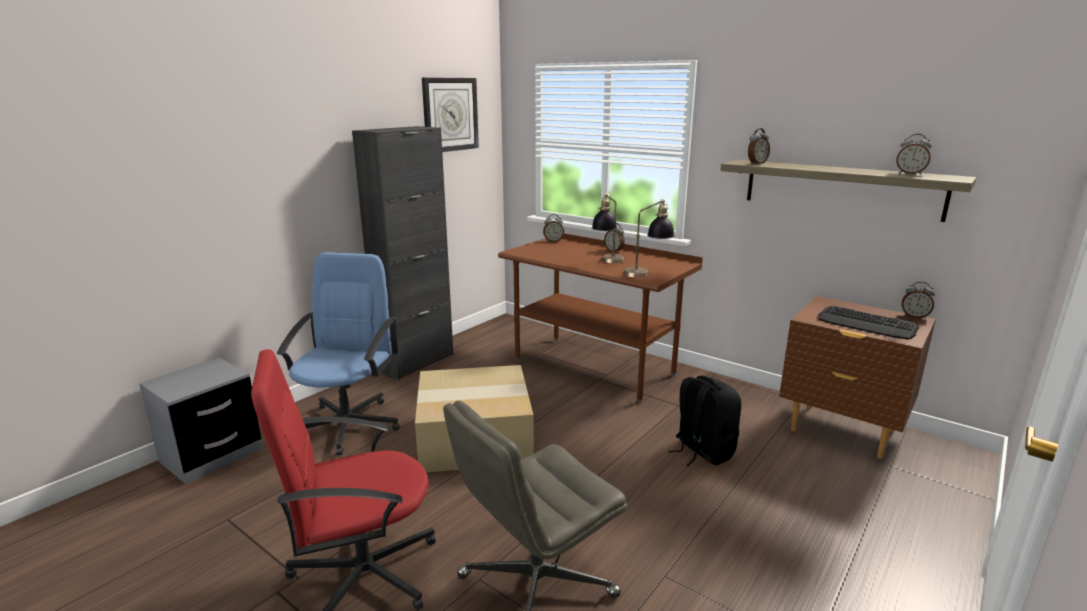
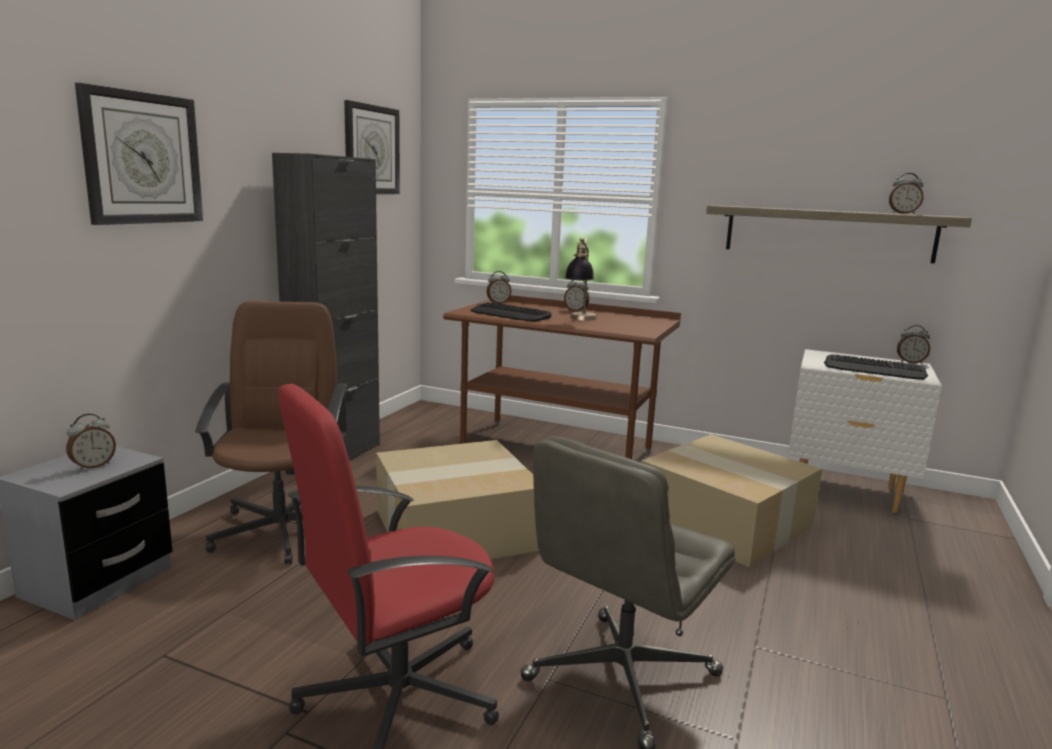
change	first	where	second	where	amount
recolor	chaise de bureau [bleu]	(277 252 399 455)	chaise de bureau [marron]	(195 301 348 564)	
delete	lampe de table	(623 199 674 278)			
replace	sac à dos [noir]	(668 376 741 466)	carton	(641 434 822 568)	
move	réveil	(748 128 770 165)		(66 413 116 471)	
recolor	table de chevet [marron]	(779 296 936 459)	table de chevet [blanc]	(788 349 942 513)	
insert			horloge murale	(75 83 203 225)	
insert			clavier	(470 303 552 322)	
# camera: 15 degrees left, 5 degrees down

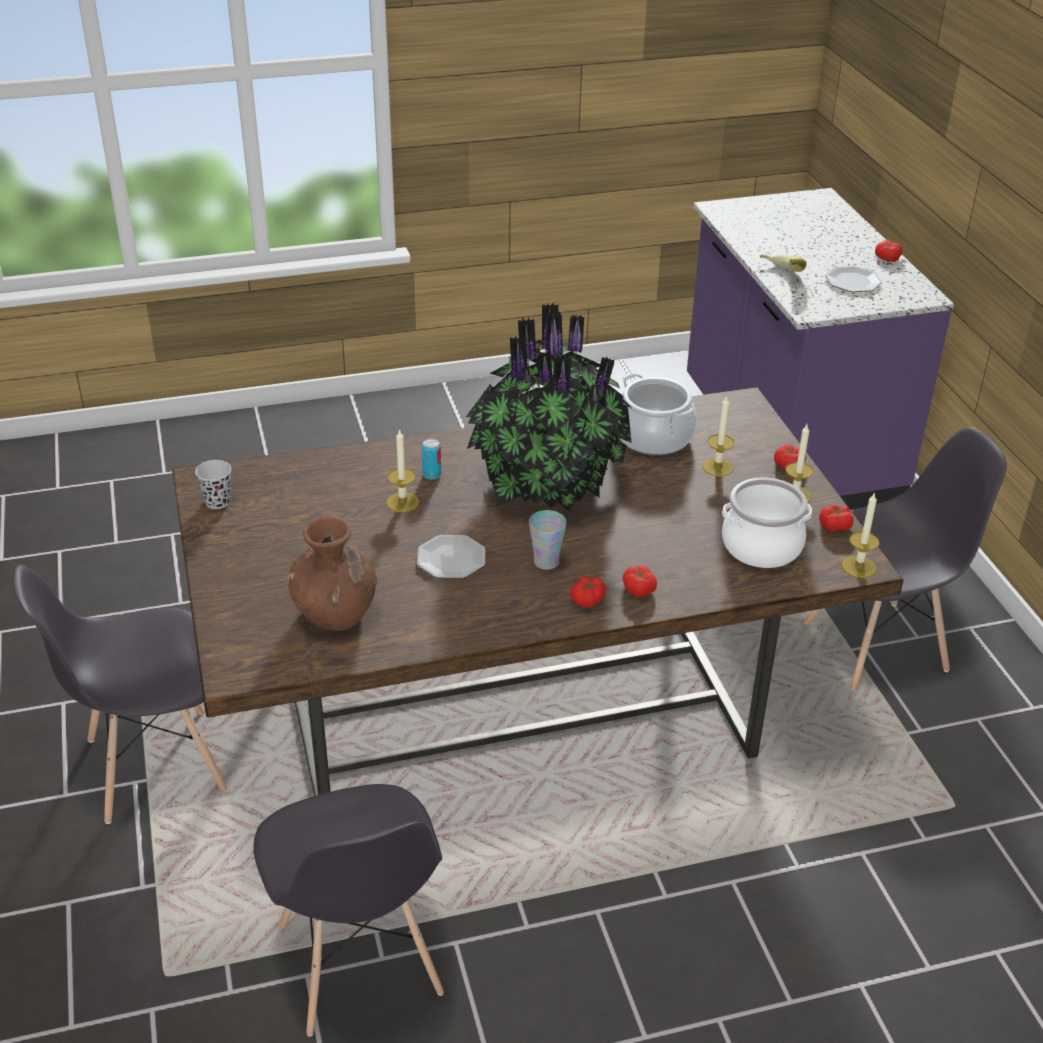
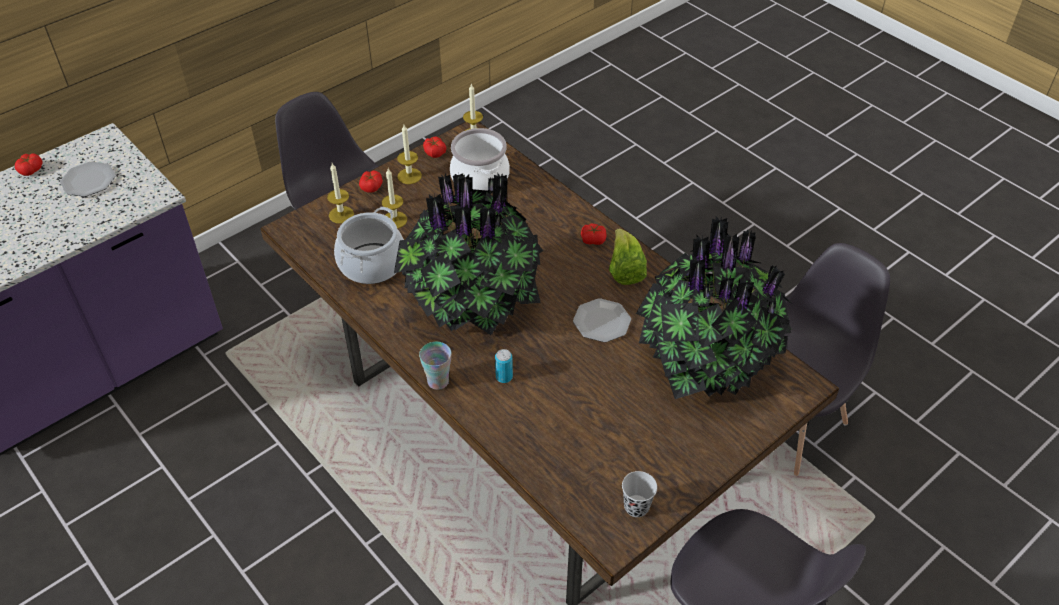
change	first	where	second	where	amount
replace	vase [marron]	(288 515 377 631)	plante en pot	(636 217 792 399)	
move	bougie	(386 429 419 512)		(327 163 354 224)	
move	tasse	(529 510 567 570)		(419 342 451 390)	
delete	tomate	(623 566 657 597)			
delete	banane	(759 254 807 272)			
insert			laitue	(609 229 647 285)	
# camera: 115 degrees left, 10 degrees up

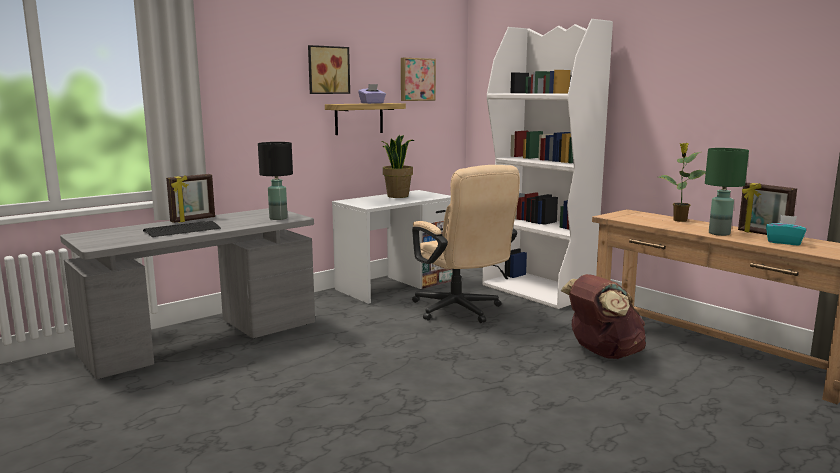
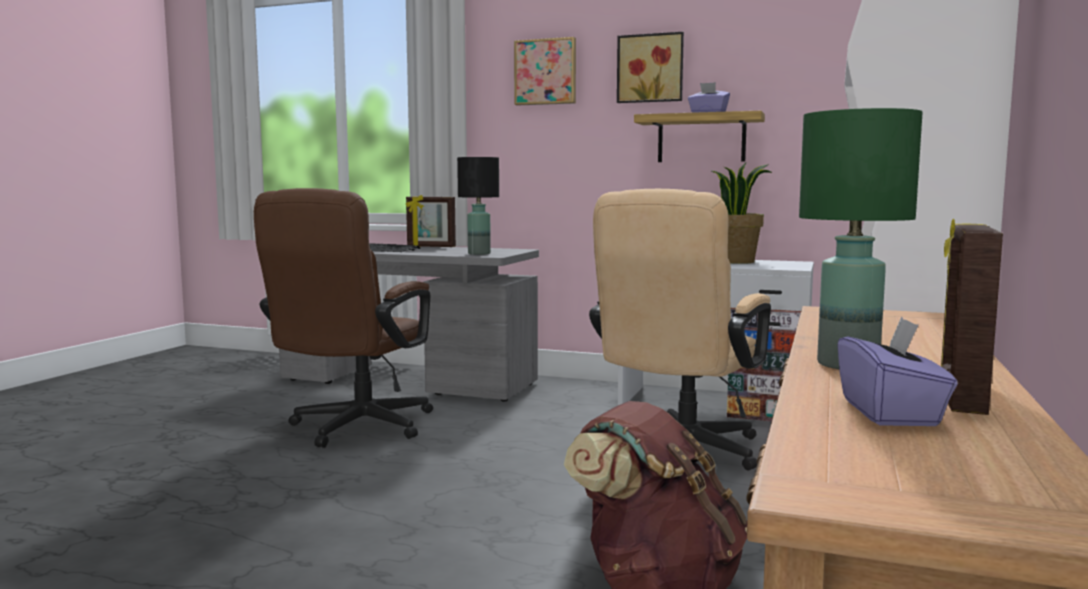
change	first	where	second	where	amount
move	tableau	(401 58 436 101)		(514 37 576 106)	
delete	plante en pot	(658 143 706 222)			
recolor	boîte à mouchoirs [turquoise]	(766 215 806 245)	boîte à mouchoirs [violet]	(837 316 958 426)	
insert			chaise de bureau [marron]	(254 188 433 448)	
# camera: 60 degrees right, 5 degrees down

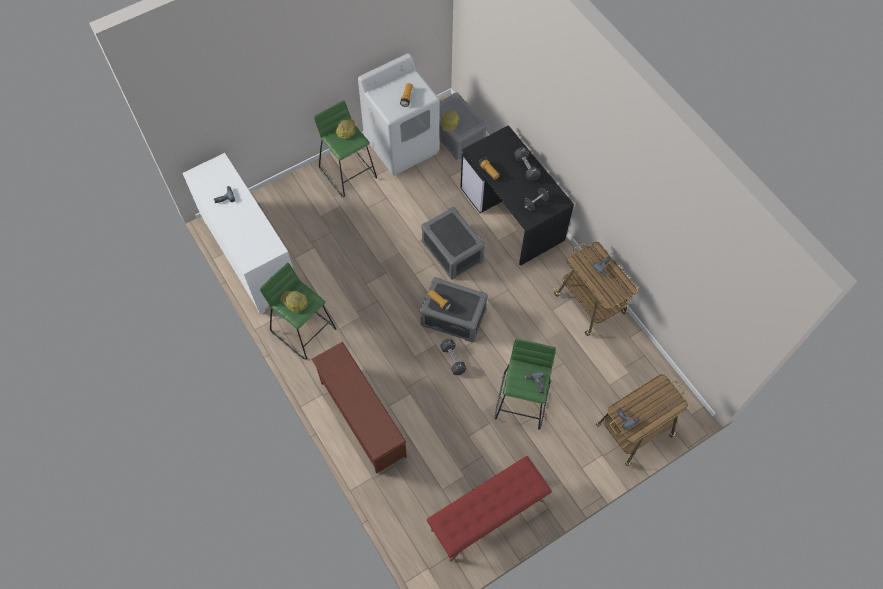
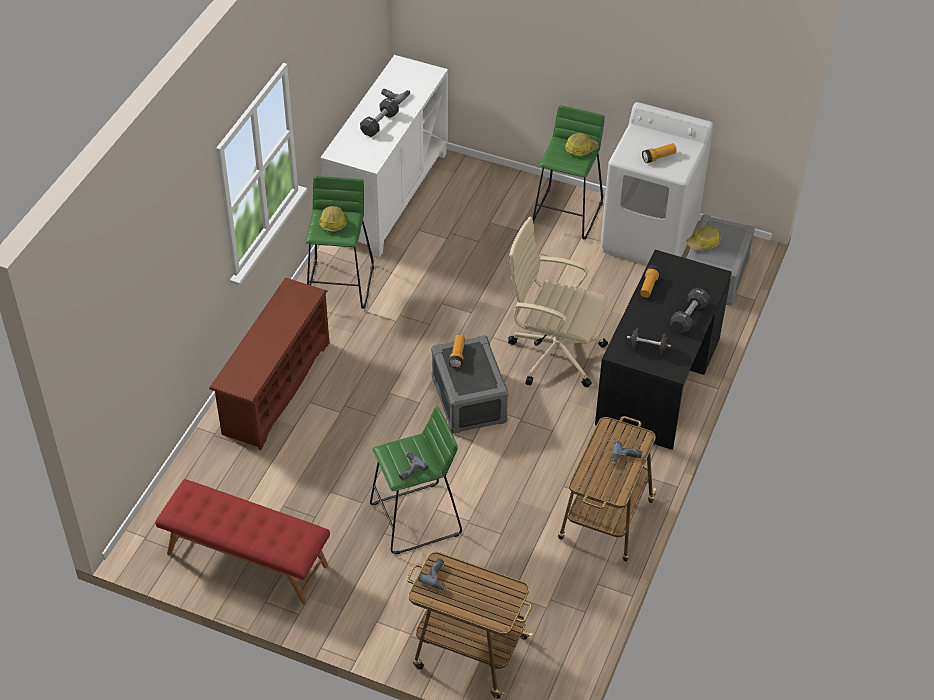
change	first	where	second	where	amount
replace	boîte de rangement [gris]	(421 207 485 280)	chaise de bureau [beige]	(508 217 608 387)	
move	haltère [noir]	(440 339 466 375)		(360 98 399 137)	
# camera: 55 degrees right, 15 degrees down

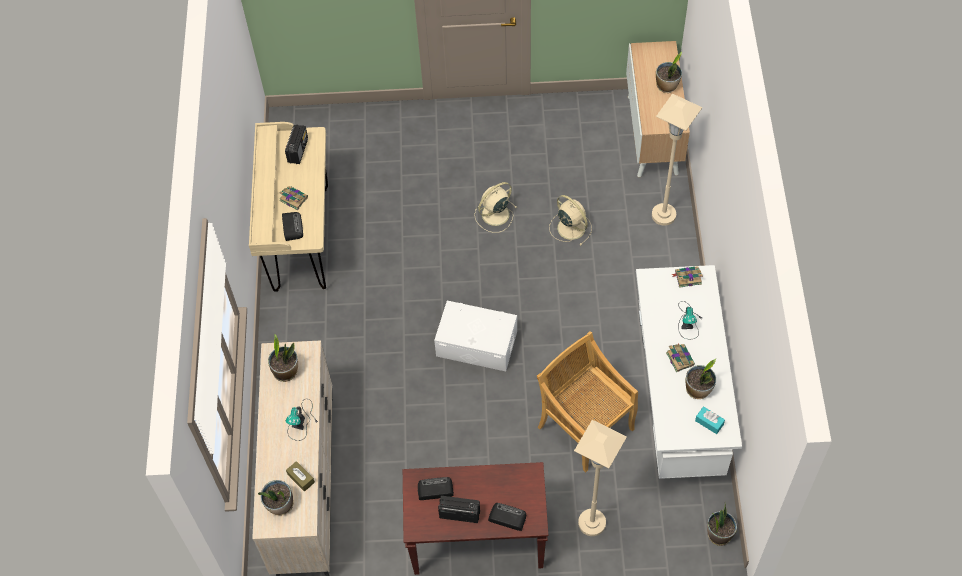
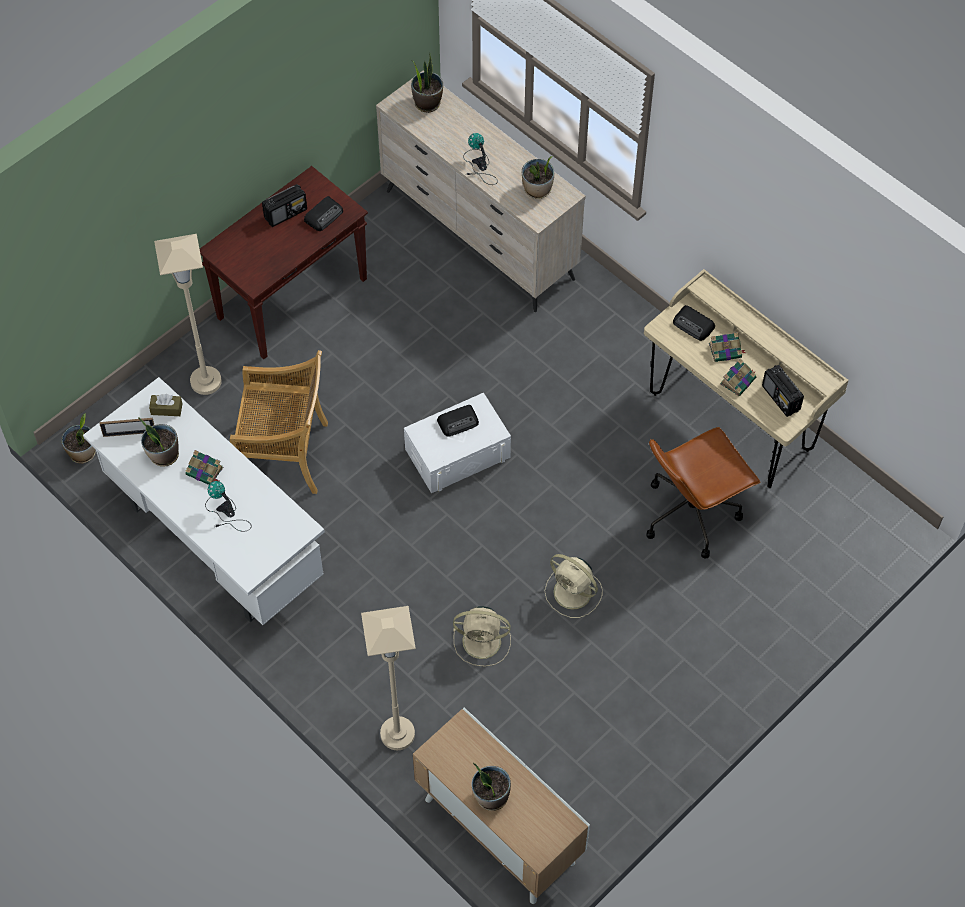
change	first	where	second	where	amount
move	boîte à mouchoirs [marron]	(286 461 315 492)		(149 394 183 416)	
rotate	ventilateur [beige]	(474 182 517 233)		(545 554 603 618)	120 degrees clockwise
move	radio	(488 503 526 531)		(437 405 479 437)	
move	livre	(671 266 703 288)		(720 359 756 396)	
replace	boîte à mouchoirs [turquoise]	(695 406 725 434)	cadre photo	(99 418 154 437)	
insert			chaise de bureau [marron]	(647 427 760 558)	
# camera: 135 degrees right, 0 degrees up

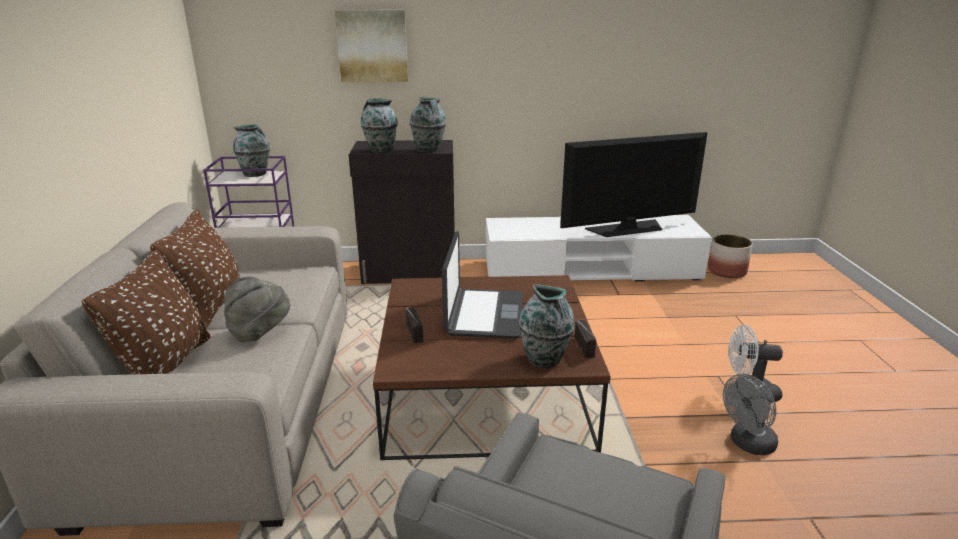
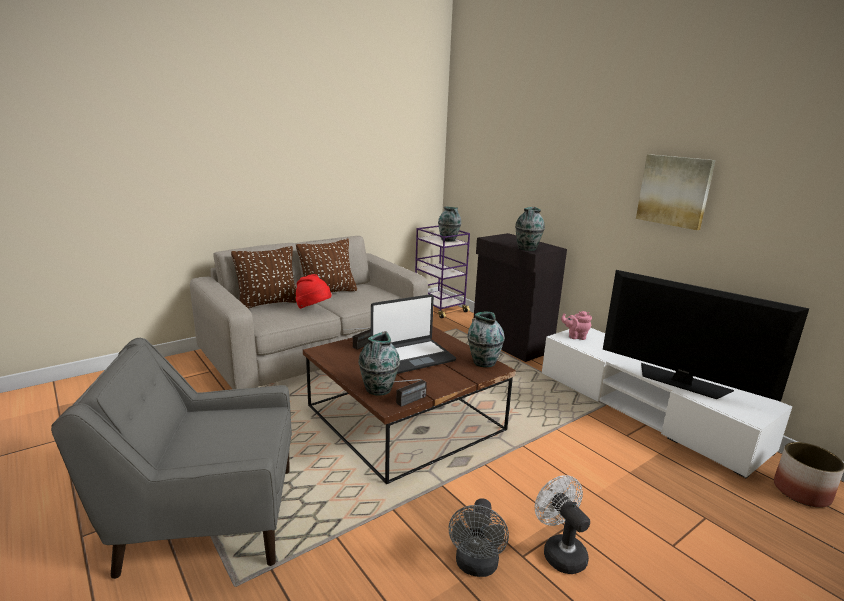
change	first	where	second	where	amount
recolor	chapeau [gris]	(224 277 290 342)	chapeau [rouge]	(295 274 331 309)	
move	tableau	(335 10 408 82)		(636 154 715 230)	
move	vase	(361 98 398 153)		(467 311 505 367)	
rotate	ventilateur [gris]	(723 374 782 455)		(449 498 509 577)	105 degrees counterclockwise
insert			théière [rose]	(561 311 592 340)	
# camera: 55 degrees right, 5 degrees down

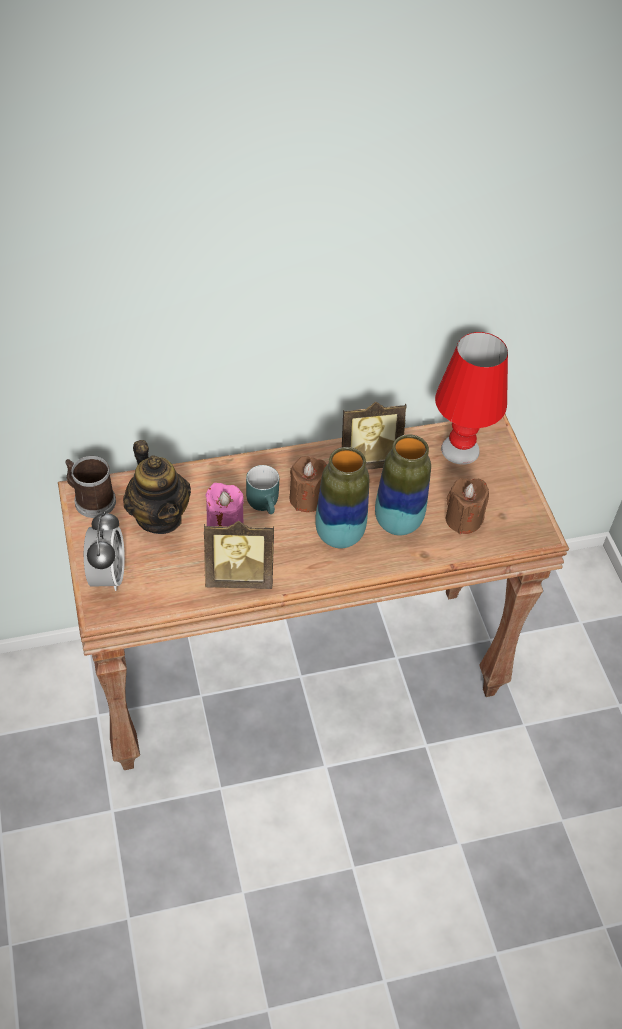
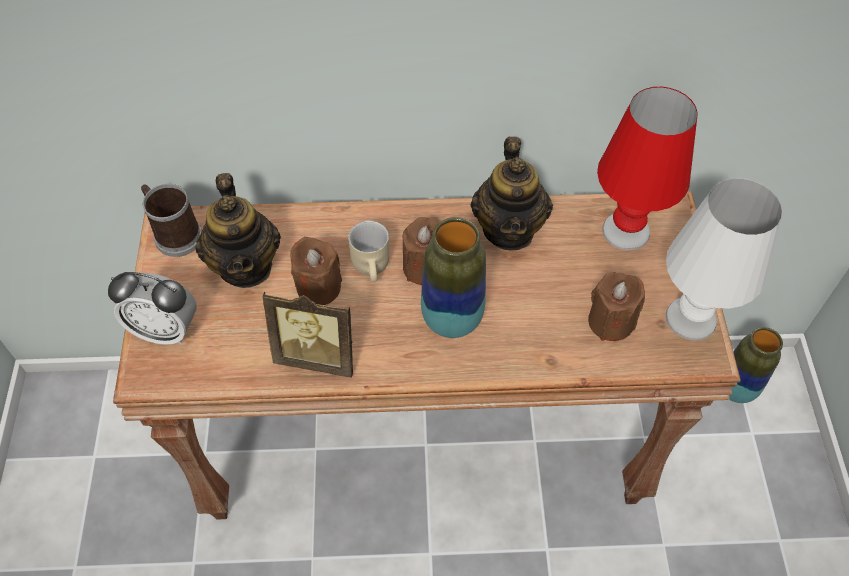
change	first	where	second	where	amount
rotate	réveil	(84 511 125 591)		(108 272 197 345)	90 degrees clockwise
recolor	bougie [rose]	(205 483 244 527)	bougie [marron]	(291 237 342 305)	
recolor	mug [turquoise]	(246 465 279 514)	mug [beige]	(348 221 390 282)	
replace	cadre photo	(342 402 407 470)	théière	(471 137 553 251)	
move	vase	(375 434 431 535)		(729 327 783 403)	
insert			lampe de table [blanc]	(666 178 782 341)	
# camera: 15 degrees right, 5 degrees up

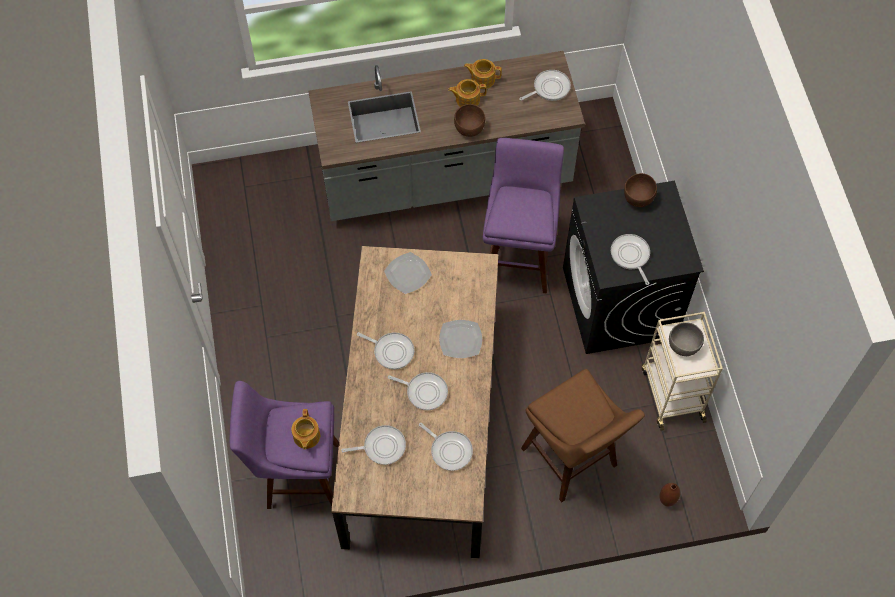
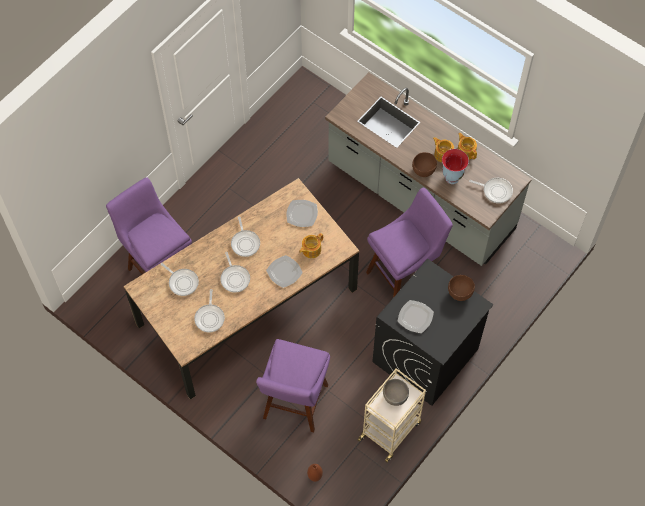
change	first	where	second	where	amount
move	théière	(291 409 320 450)		(299 233 323 258)	
recolor	tabouret [marron]	(521 369 645 503)	tabouret [violet]	(256 339 330 433)	
replace	poêle	(611 234 650 285)	assiette	(398 300 434 333)	
insert			vase	(442 149 469 184)	
# camera: 50 degrees right, 0 degrees up

